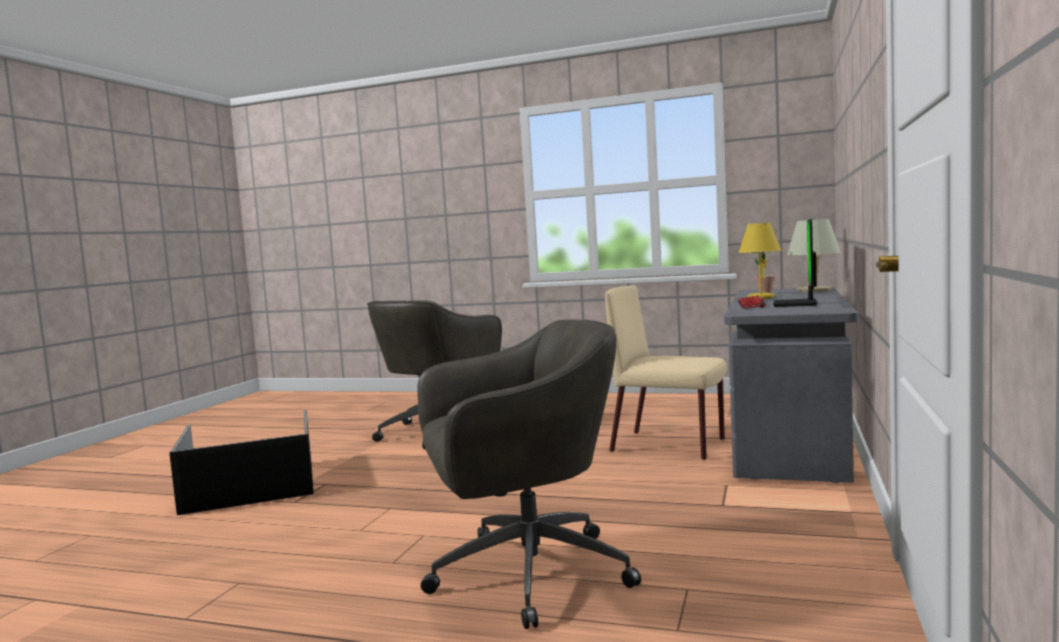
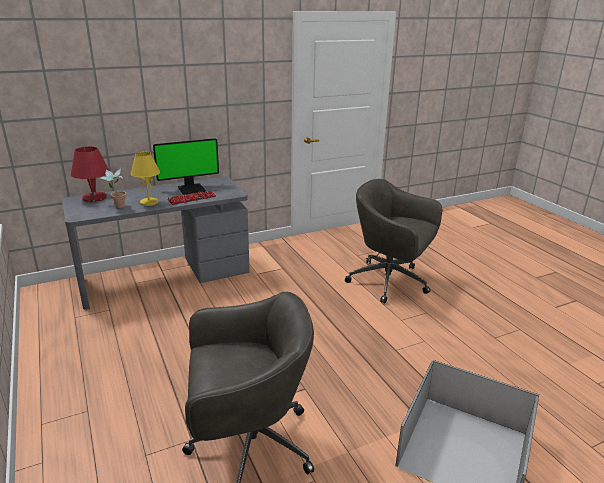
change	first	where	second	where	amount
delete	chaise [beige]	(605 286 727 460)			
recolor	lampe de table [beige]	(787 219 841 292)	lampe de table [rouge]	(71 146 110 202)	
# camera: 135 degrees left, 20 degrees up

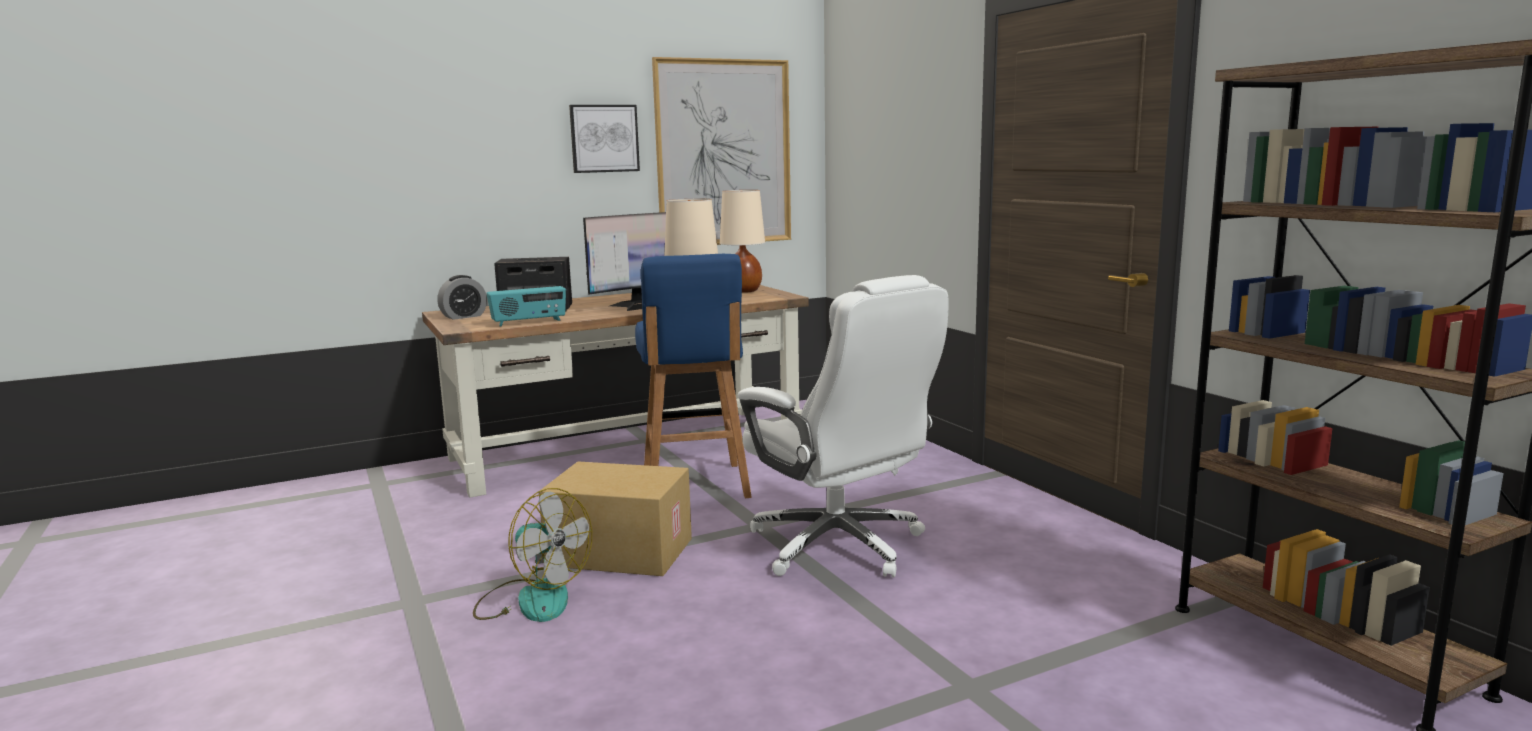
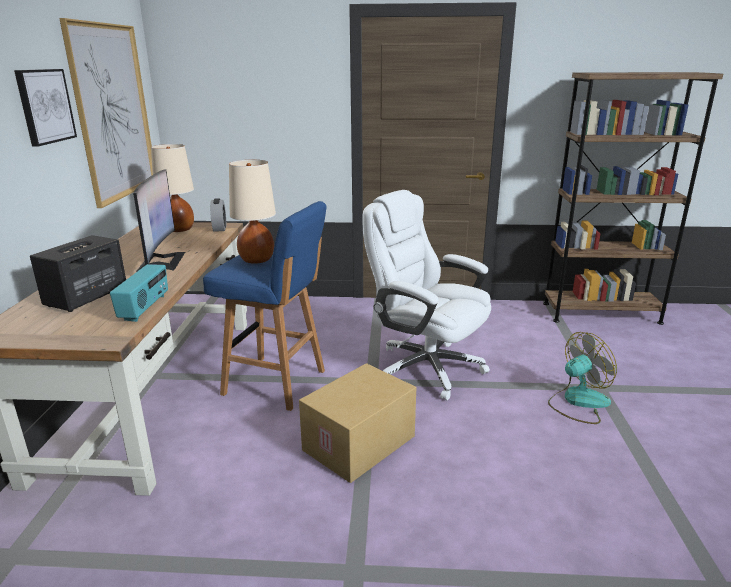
change	first	where	second	where	amount
move	réveil	(437 275 487 320)		(210 198 226 232)	
move	ventilateur	(473 488 592 622)		(548 332 617 424)	
rotate	chaise de bureau [blanc]	(738 275 948 577)		(363 190 491 400)	135 degrees counterclockwise
# camera: 60 degrees left, 10 degrees up

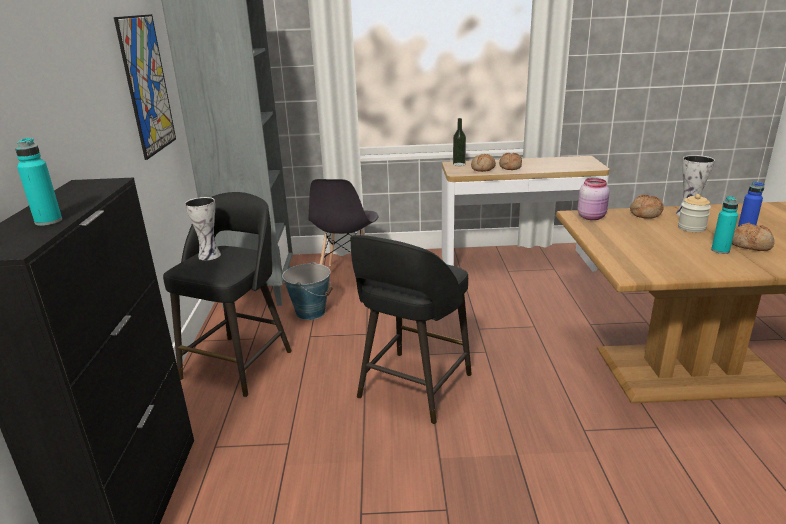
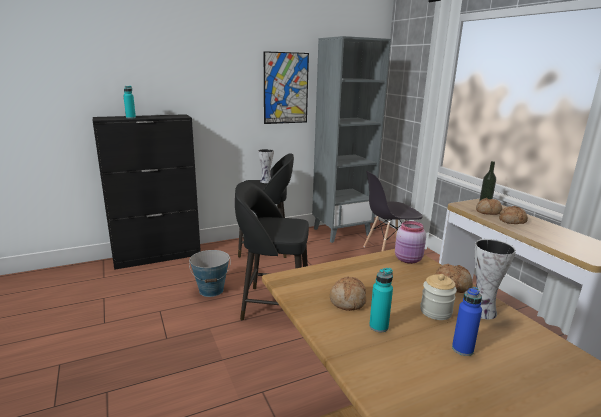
change	first	where	second	where	amount
move	seau	(282 262 332 320)		(189 250 231 297)	
move	pain	(732 223 775 251)		(330 276 366 311)	
# camera: 65 degrees right, 5 degrees down

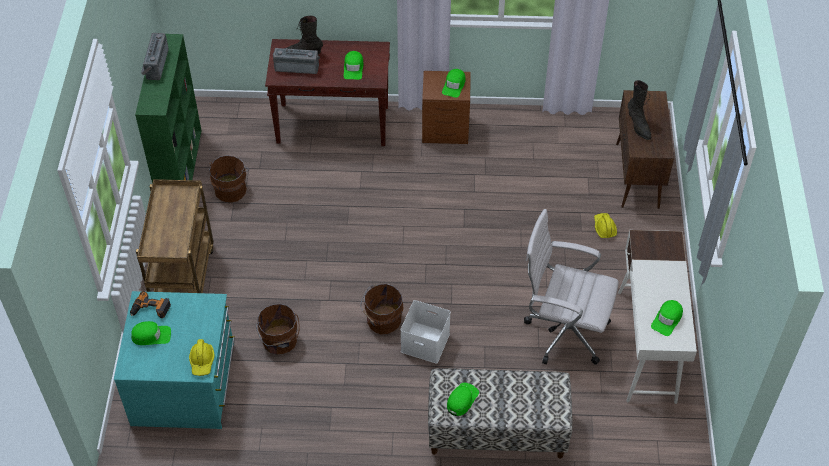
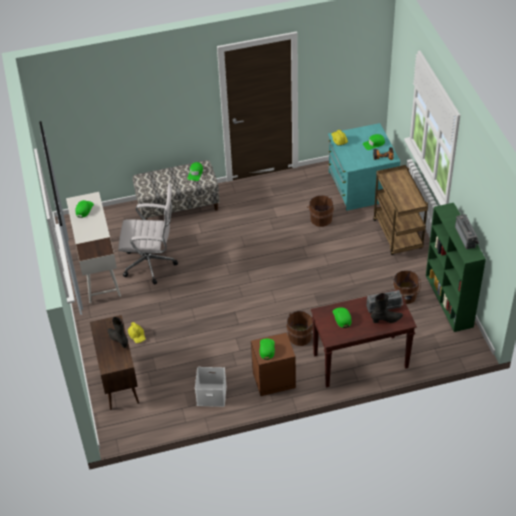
change	first	where	second	where	amount
move	seau [marron]	(360 284 403 334)		(286 311 313 346)	
move	boîte de rangement [blanc]	(401 300 451 364)		(195 367 227 407)	
# camera: 165 degrees right, 5 degrees down

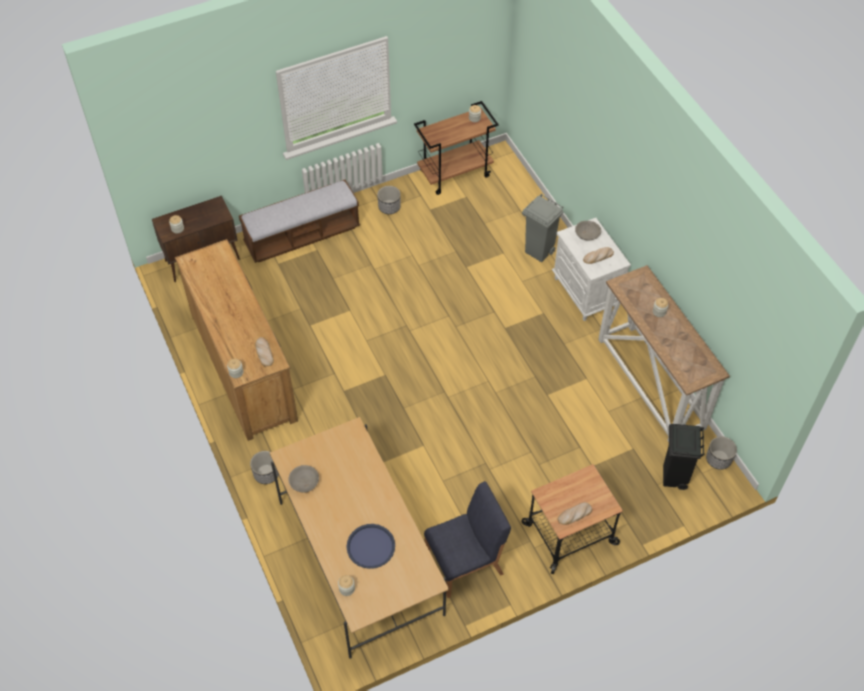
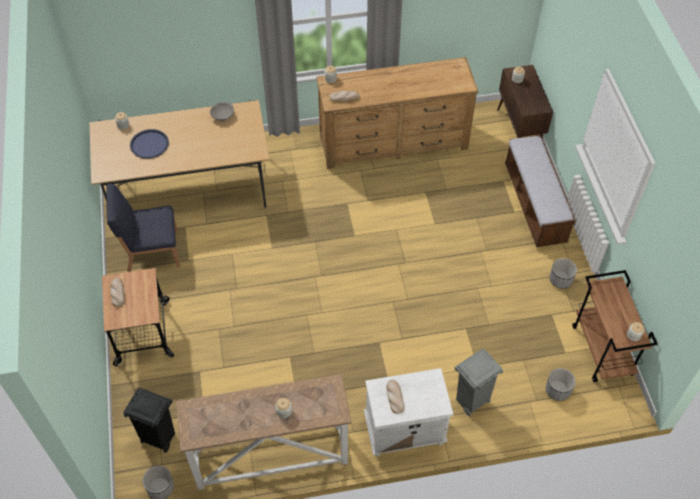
change	first	where	second	where	amount
move	cache-pot	(250 451 279 484)		(546 368 576 401)	
rotate	chaise [bleu]	(424 481 511 598)		(106 184 180 272)	90 degrees clockwise
delete	bol [gris]	(575 221 601 240)			
# camera: 105 degrees right, 0 degrees up

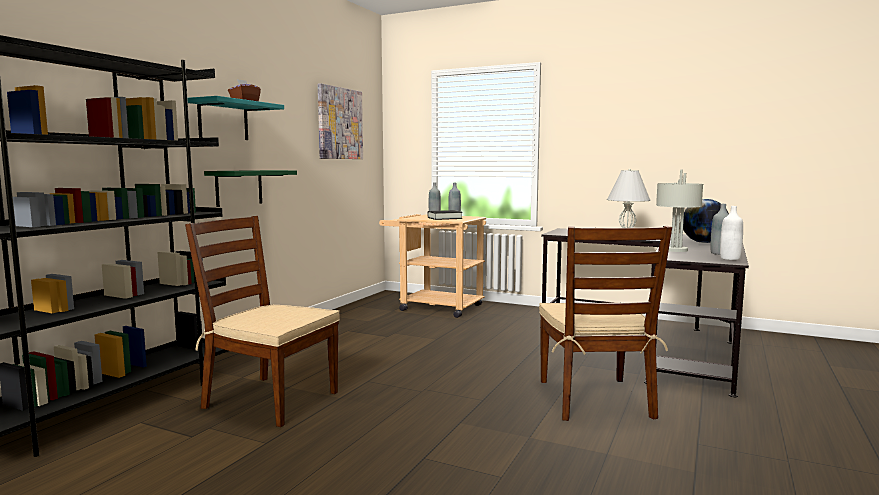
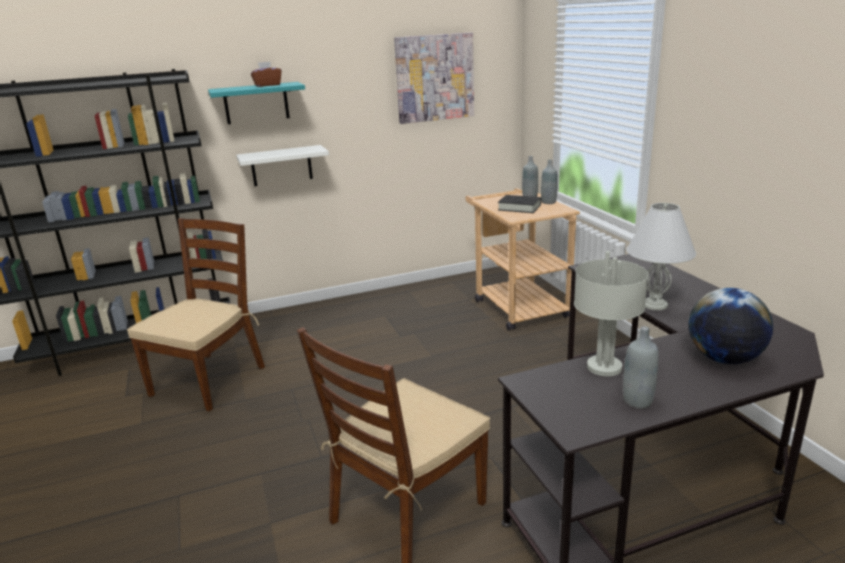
change	first	where	second	where	amount
rotate	chaise [marron]	(185 216 340 427)		(127 218 265 411)	45 degrees clockwise
recolor	étagère [vert]	(204 170 297 207)	étagère [blanc]	(236 145 329 186)	
delete	bouteille [blanc]	(720 206 743 260)			
# camera: 45 degrees right, 15 degrees up

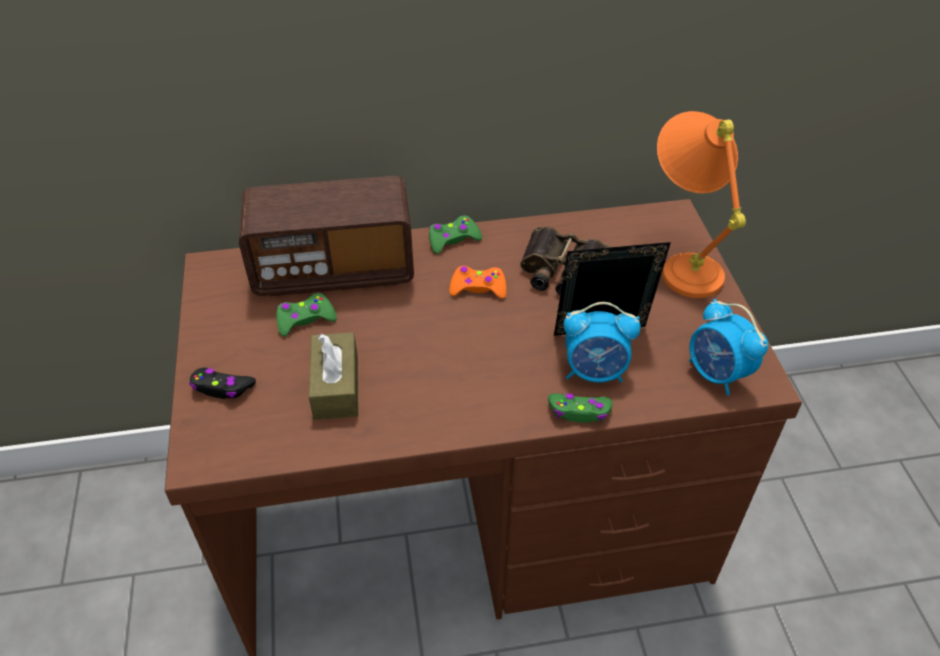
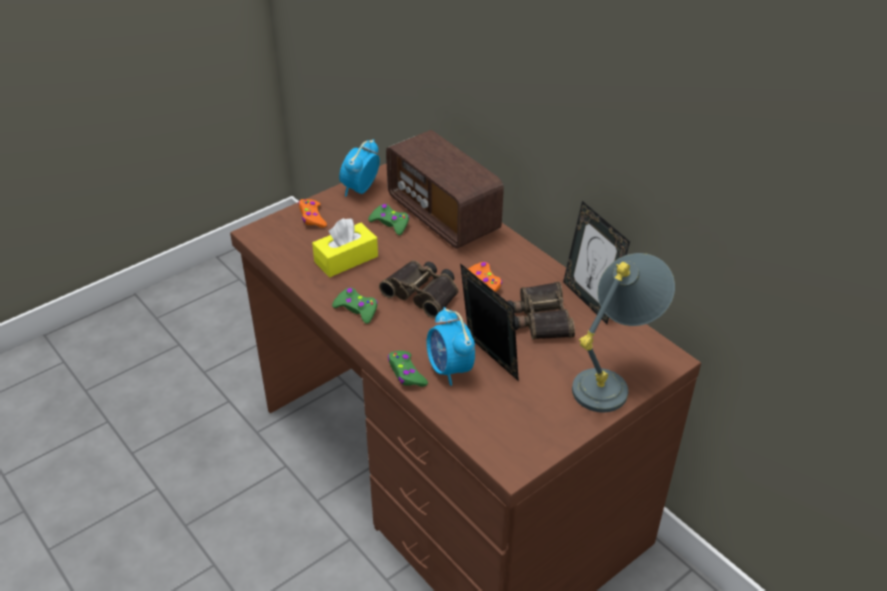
change	first	where	second	where	amount
recolor	manette [noir]	(189 368 256 399)	manette [orange]	(299 199 327 228)	
recolor	boîte à mouchoirs [marron]	(309 332 358 420)	boîte à mouchoirs [jaune]	(312 218 378 277)	
move	manette [vert]	(429 216 482 254)		(332 287 378 324)	
recolor	lampe de table [orange]	(657 111 746 298)	lampe de table [gris]	(572 253 675 412)	
move	réveil	(689 299 768 396)		(339 139 380 196)	
insert			jumelles	(379 260 458 318)	
insert			cadre photo	(563 201 630 324)	
# camera: 60 degrees right, 5 degrees down

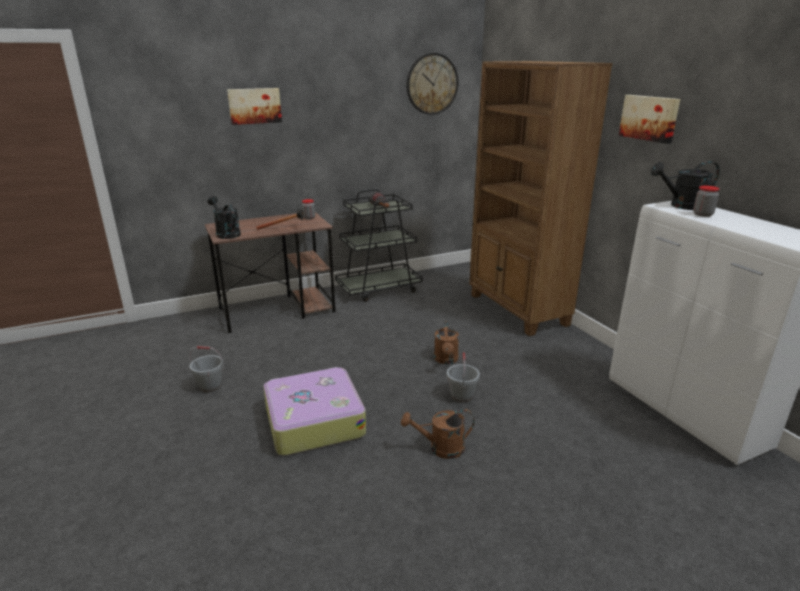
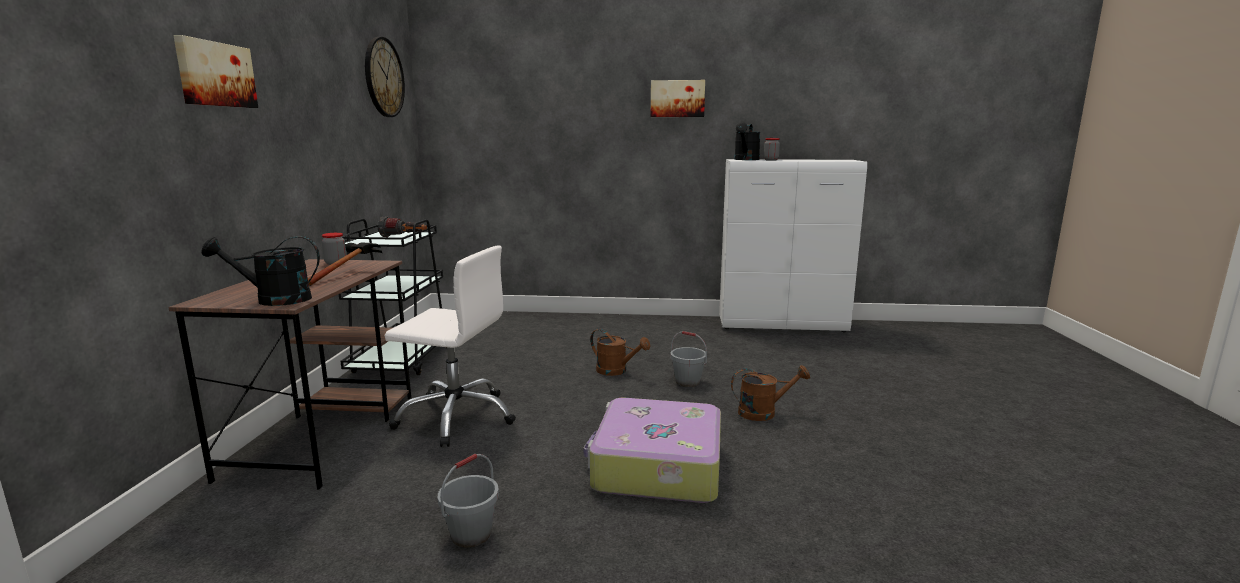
change	first	where	second	where	amount
rotate	arrosoir [marron]	(401 409 475 459)		(731 365 810 421)	120 degrees counterclockwise
delete	bibliothèque [marron]	(469 61 613 336)			
insert			chaise de bureau [blanc]	(385 245 516 447)	
# camera: 60 degrees left, 10 degrees down

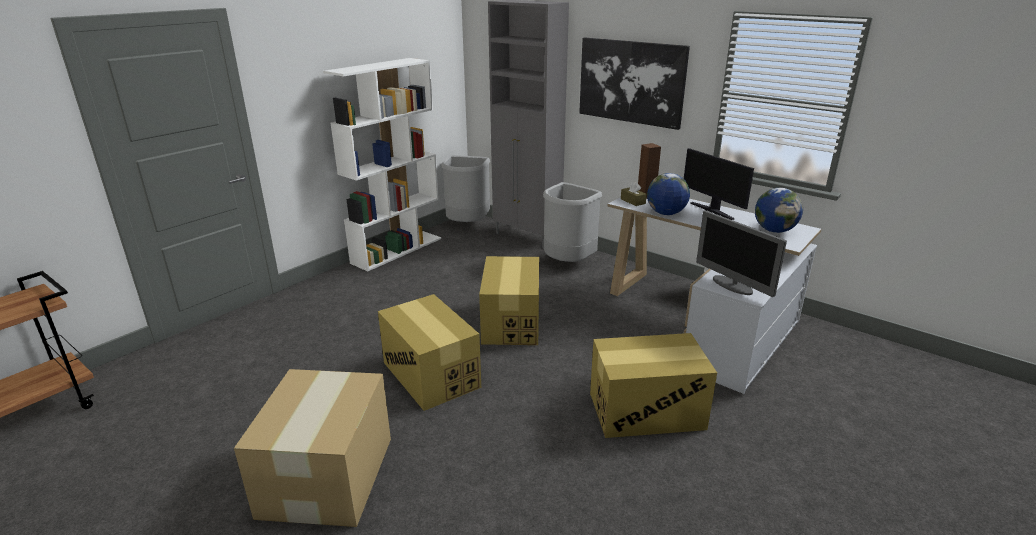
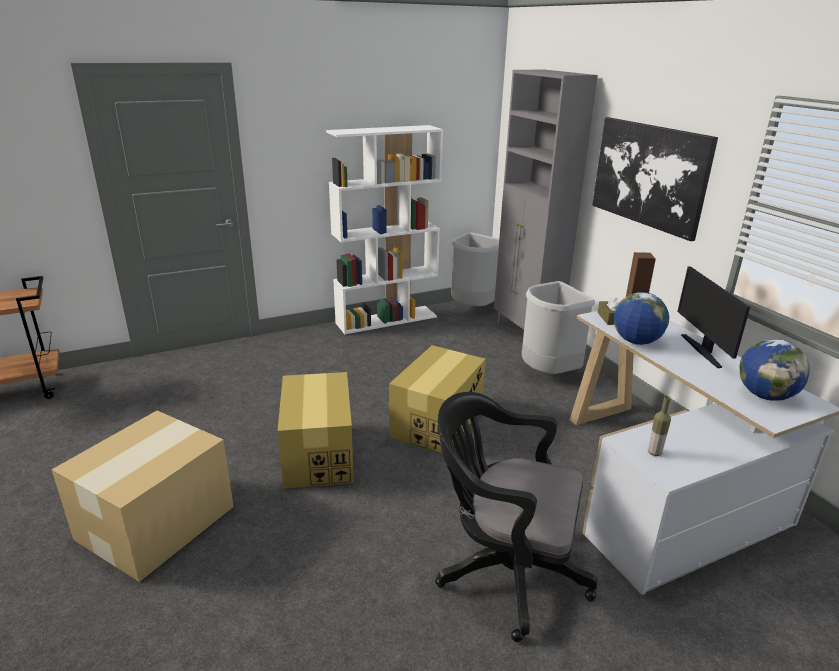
change	first	where	second	where	amount
replace	carton	(590 333 717 438)	chaise de bureau [noir]	(435 392 598 642)	
replace	écran d'ordinateur	(696 211 787 297)	bouteille	(648 396 671 456)	
# camera: 25 degrees right, 0 degrees up

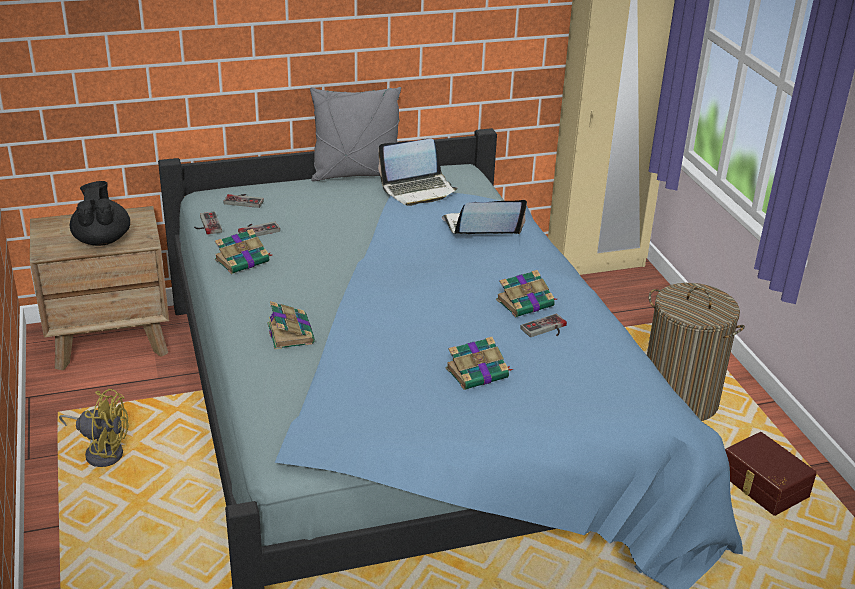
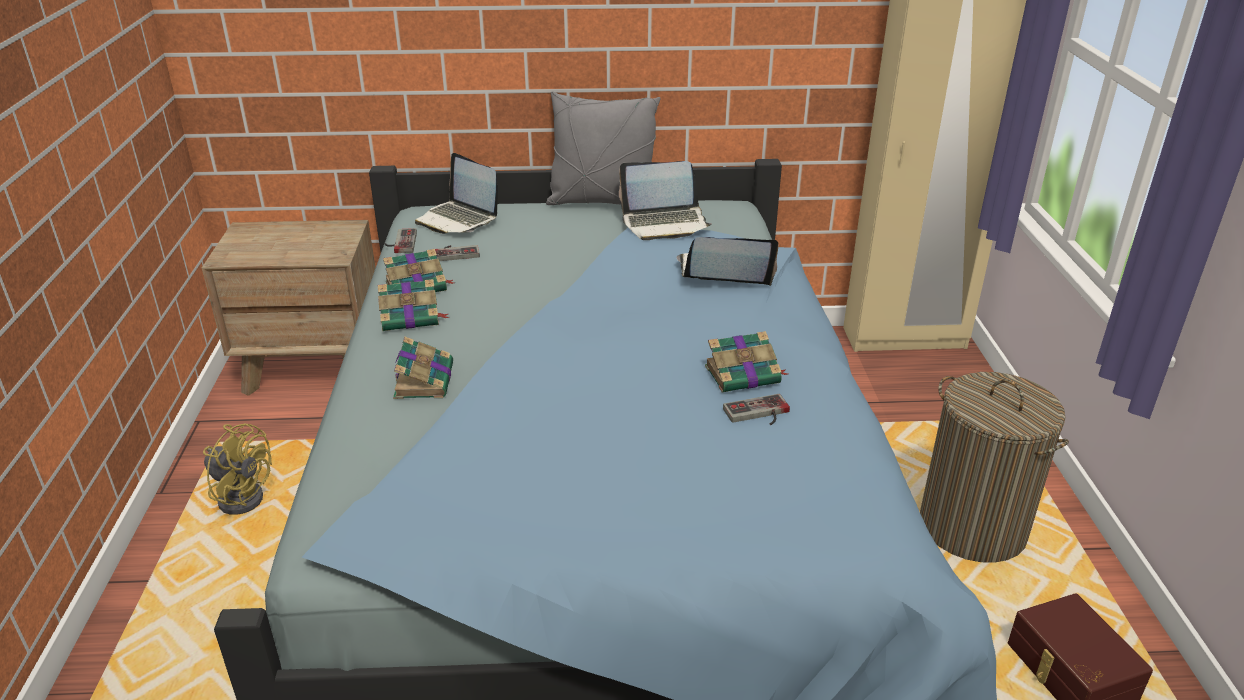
change	first	where	second	where	amount
delete	théière [noir]	(70 181 130 246)			
replace	manette	(223 194 264 208)	ordinateur portable	(415 153 498 234)	
move	livre	(446 337 514 390)		(378 279 449 331)	
# camera: 15 degrees right, 0 degrees up

